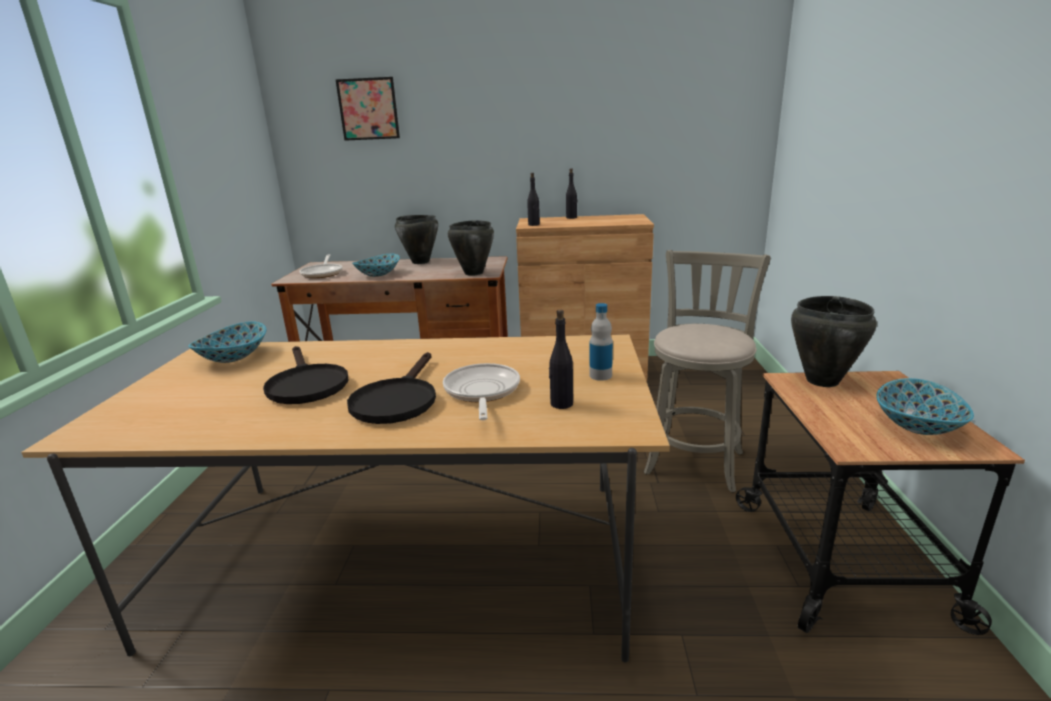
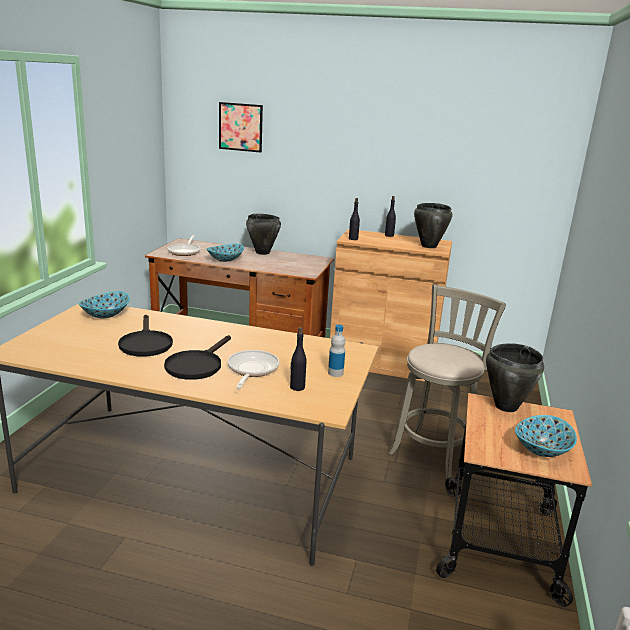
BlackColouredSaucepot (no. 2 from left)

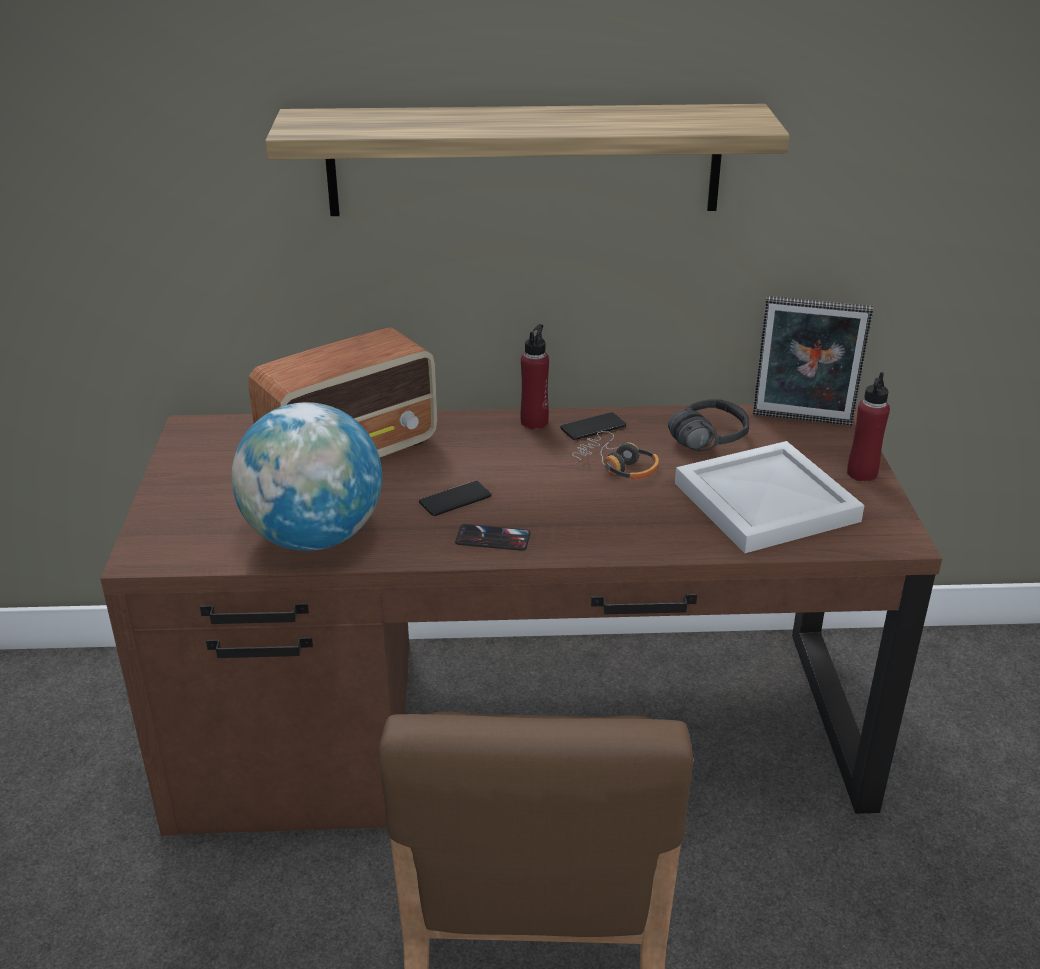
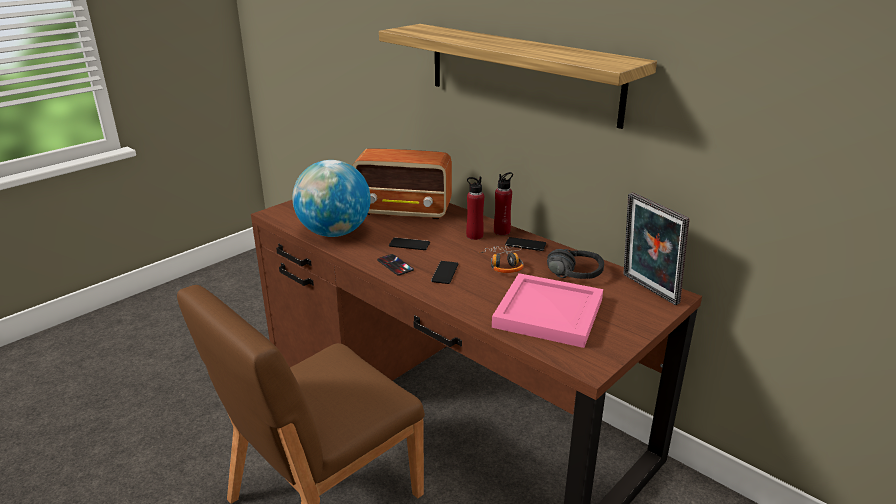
Telephone (no. 3 from left)
ReddishDrinkBottle (no. 1 from left)
PinkishTray

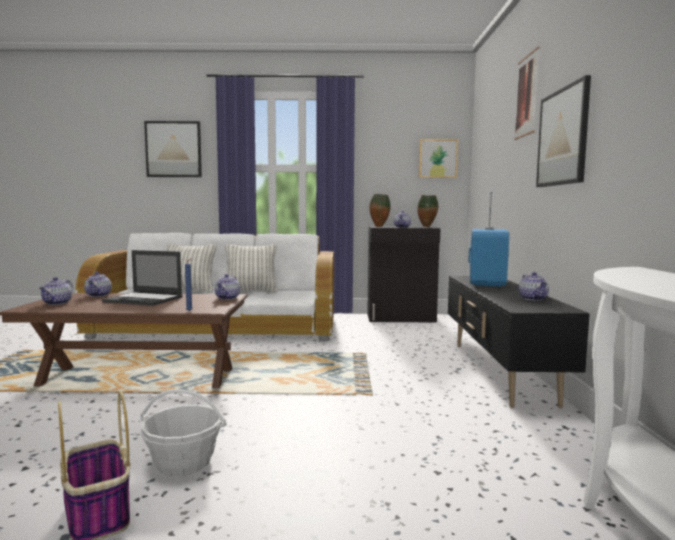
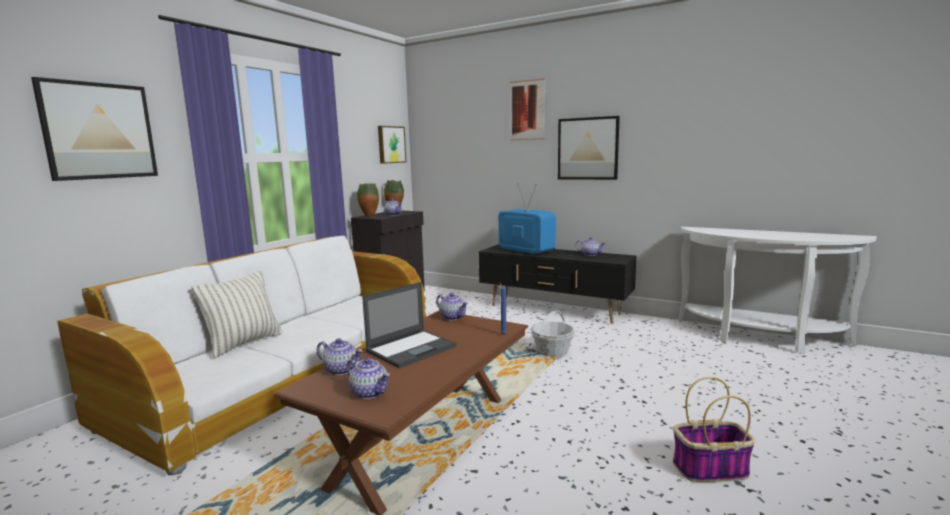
Cushion (no. 2 from left in the first image)
HouseholdBasket (no. 1 from left)

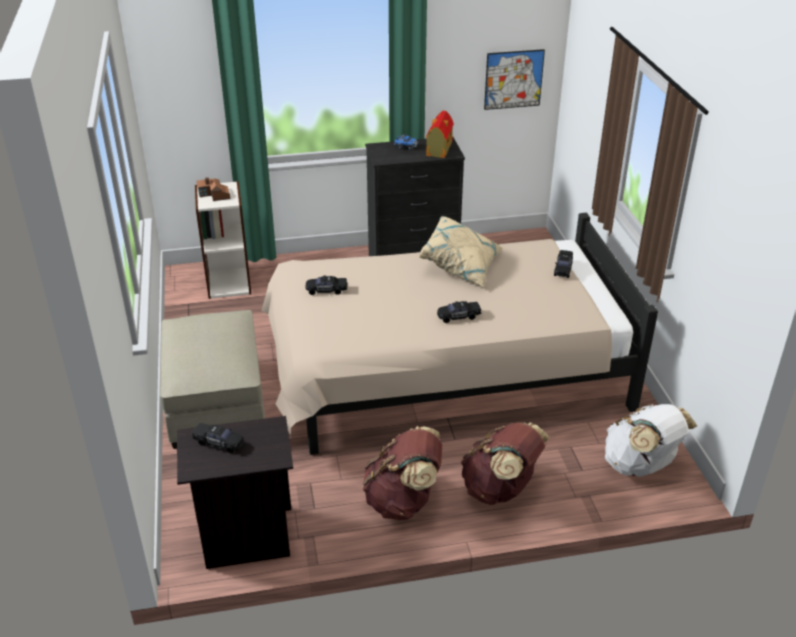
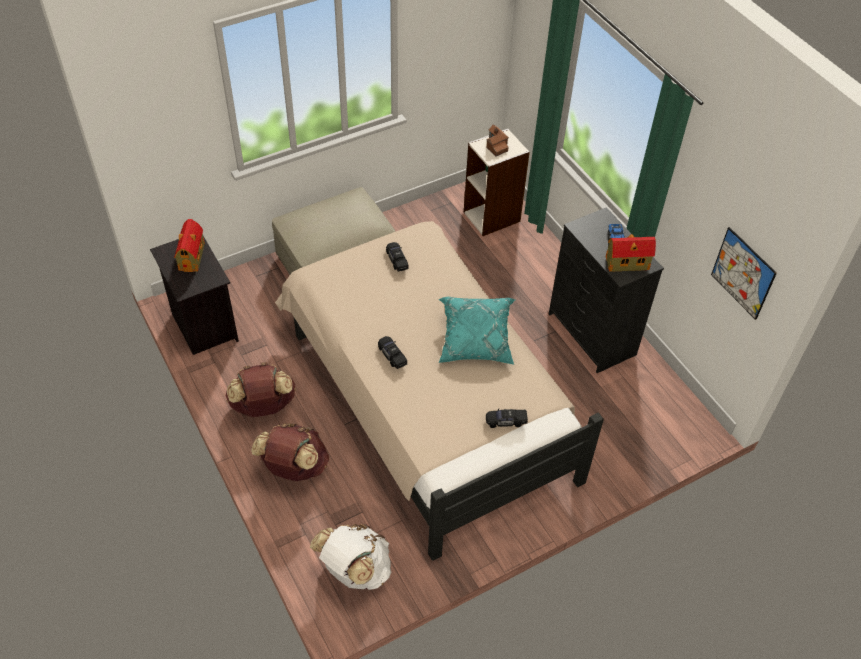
MiniatureHouse (no. 1 from left)
TurquoiseColouredCushion

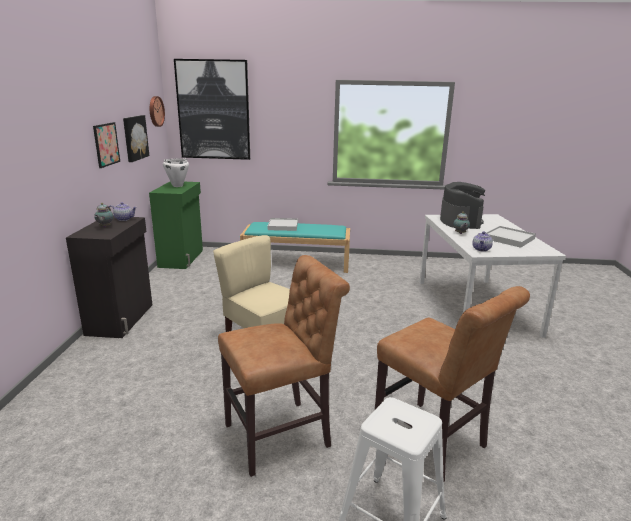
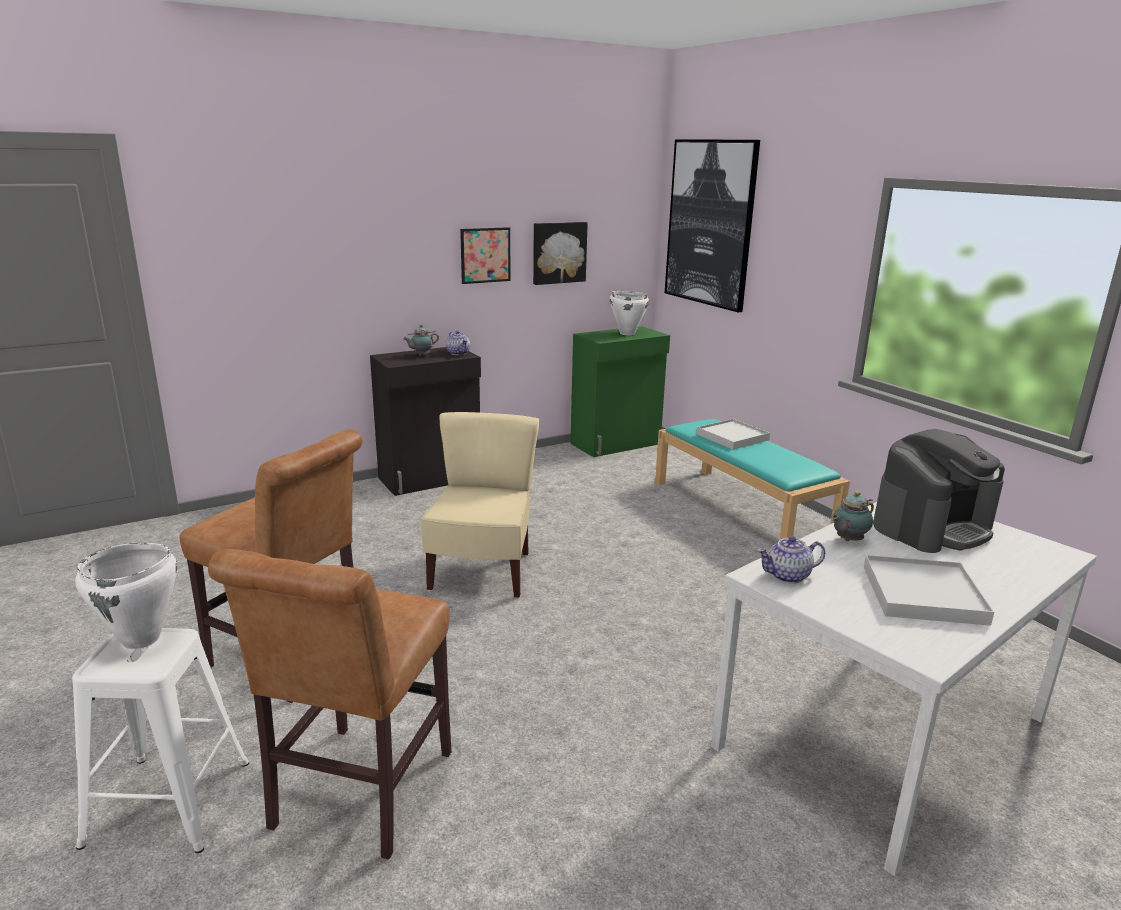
HangingClock
WhiteSaucepot (no. 1 from left)

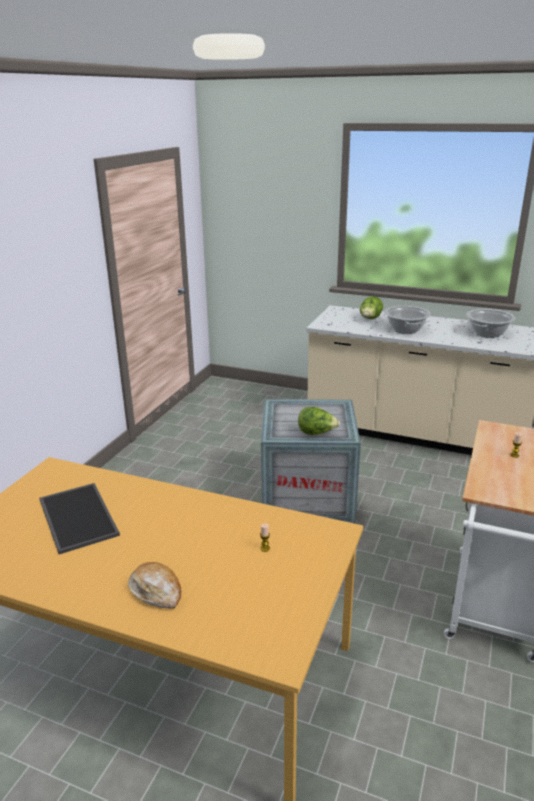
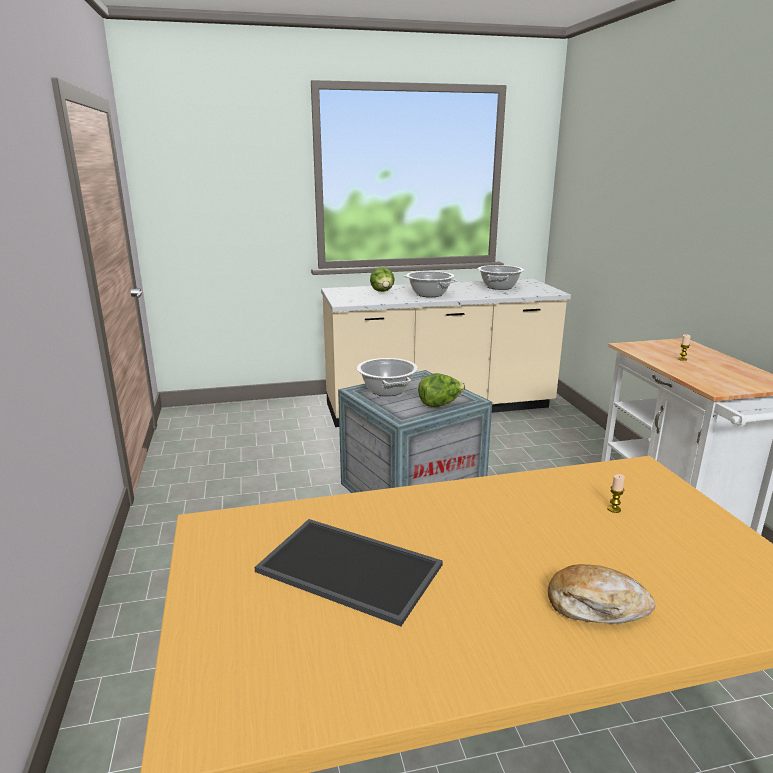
Saucepot (no. 1 from left)

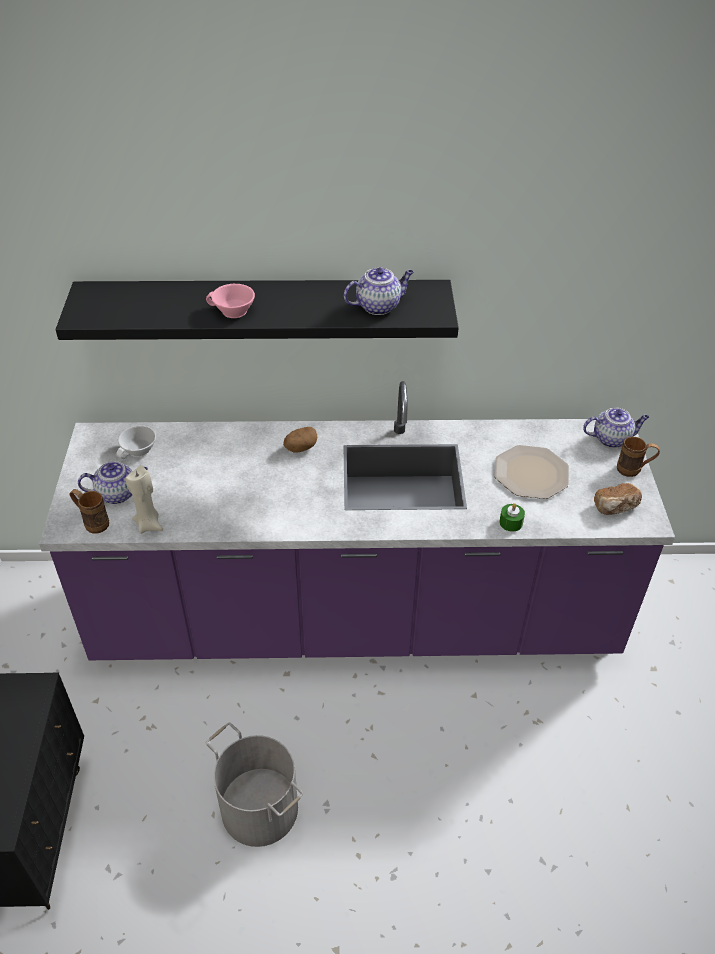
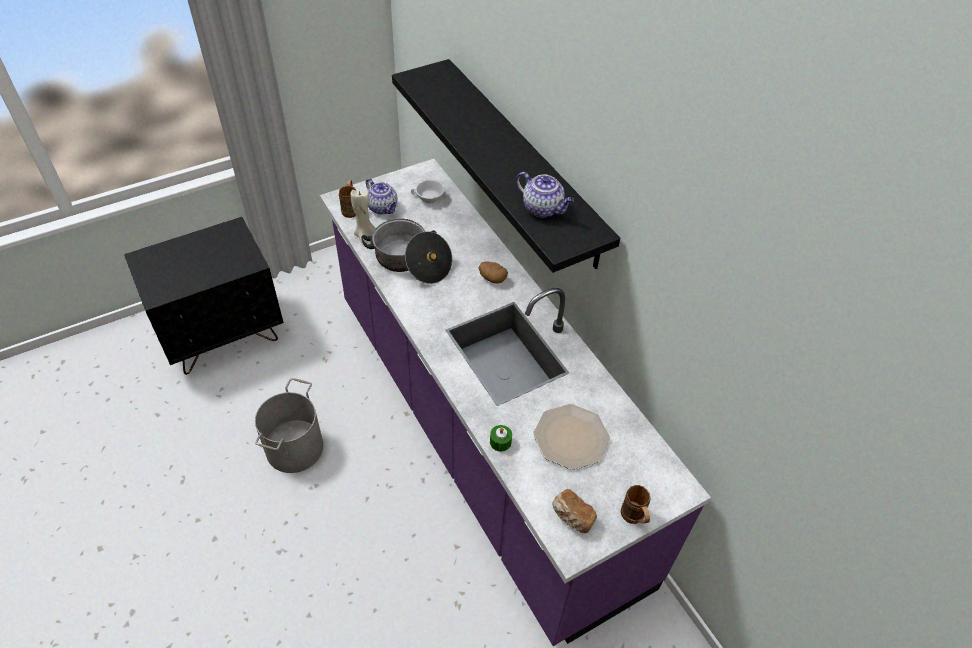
PinkishDrinkingCup
Teapot (no. 3 from left in the first image)
Saucepot

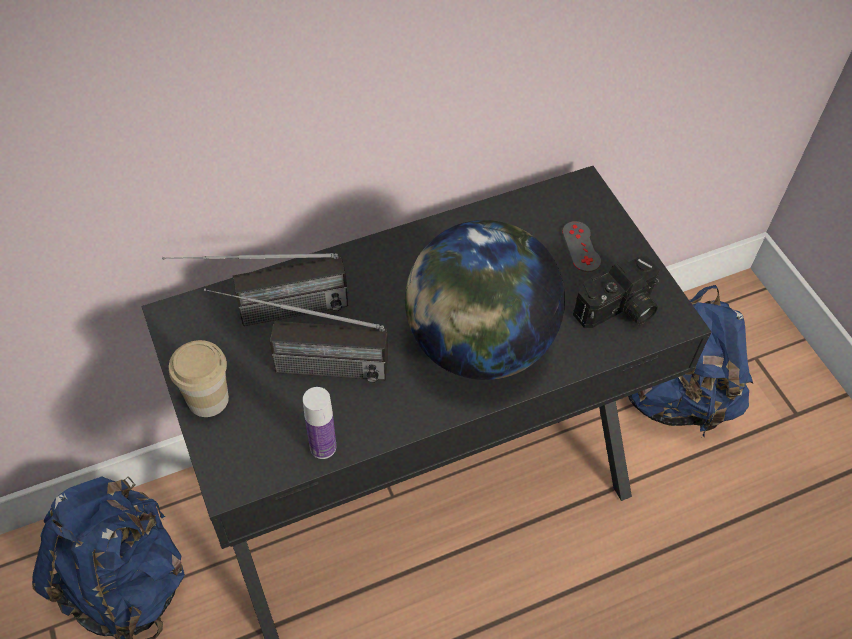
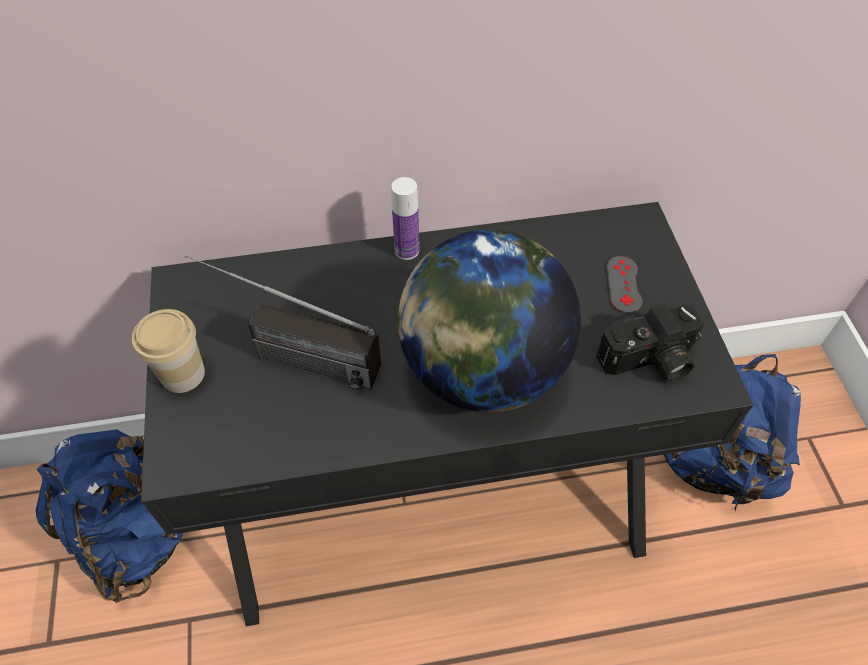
RadioSet (no. 1 from left in the first image)
DrinkBottle

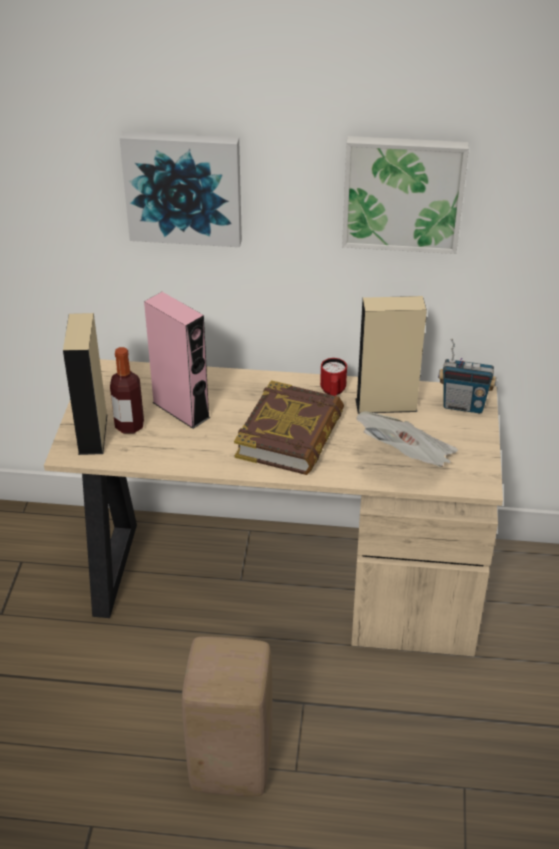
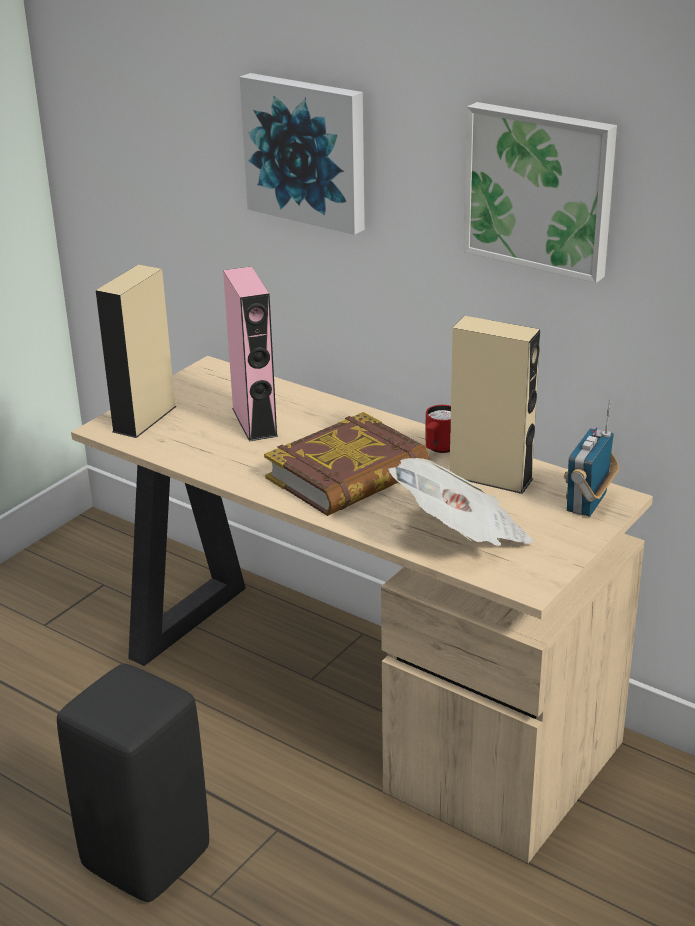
DrinkBottle
BlackColouredSittingStool
RadioSet

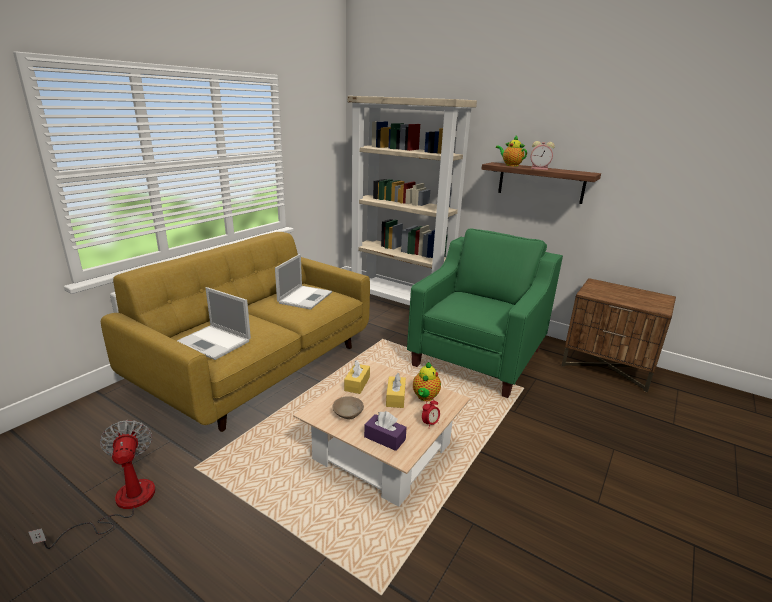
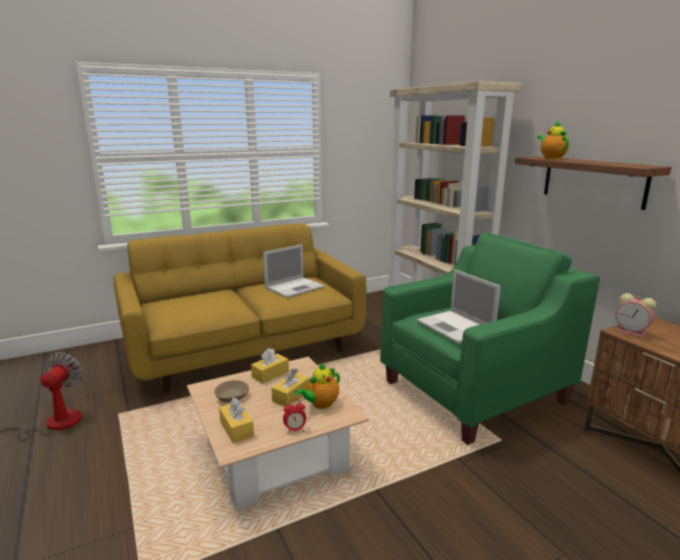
PortableComputer (no. 2 from left)
BedsideClock (no. 2 from left)
YellowishBoxOfTissues (no. 1 from left)

